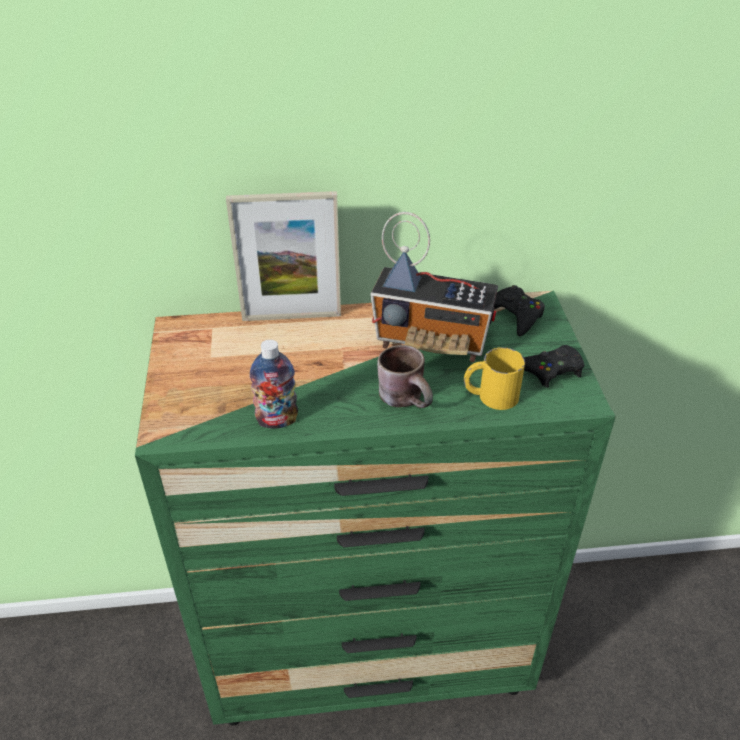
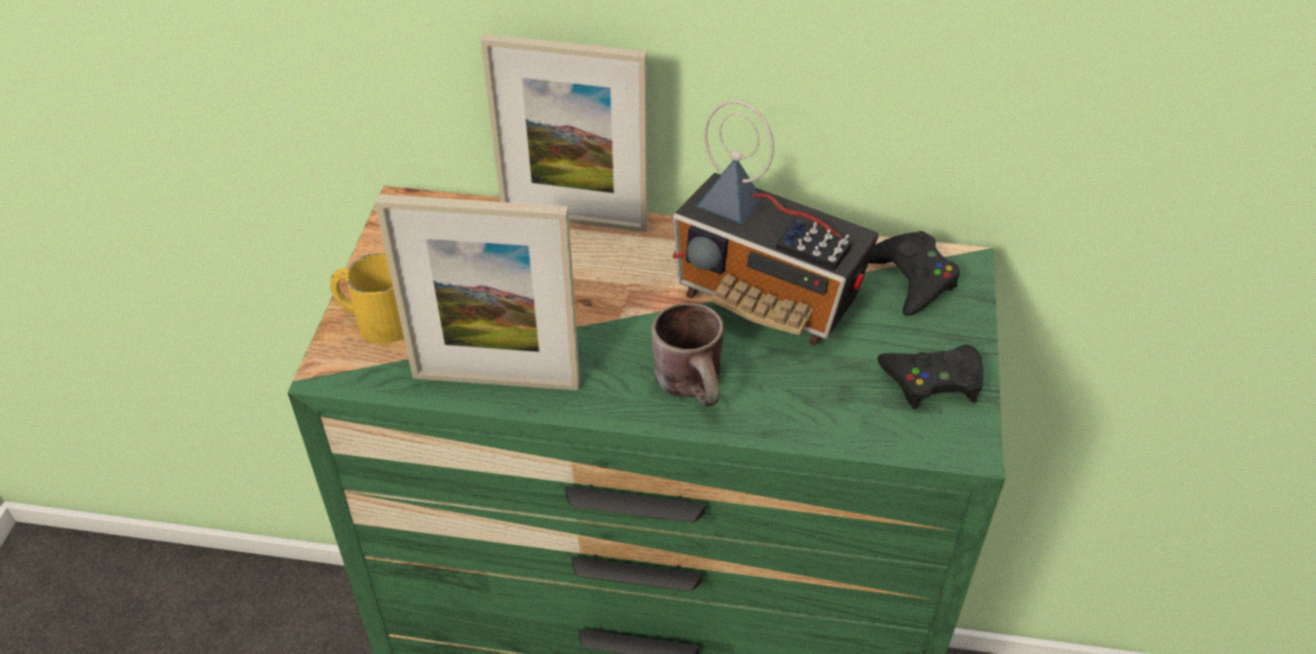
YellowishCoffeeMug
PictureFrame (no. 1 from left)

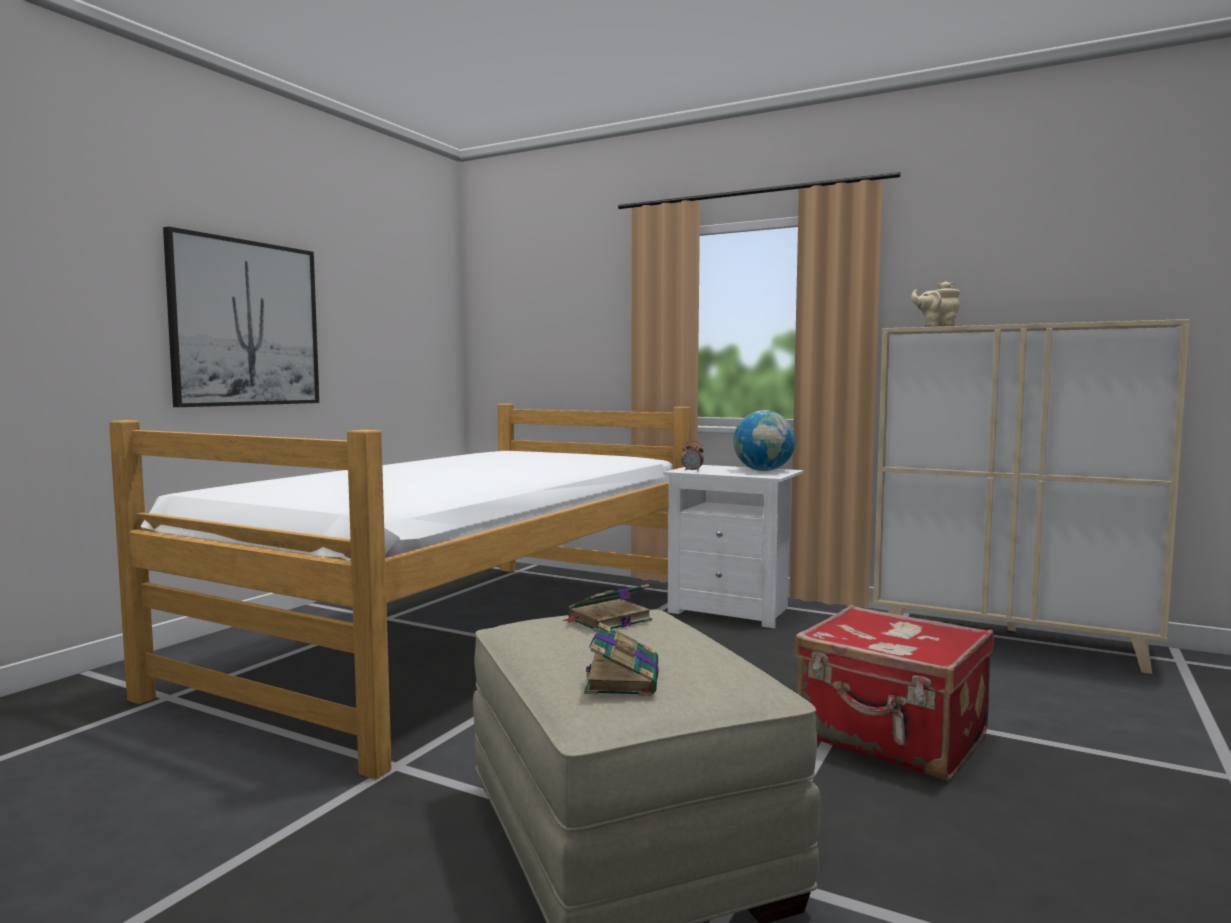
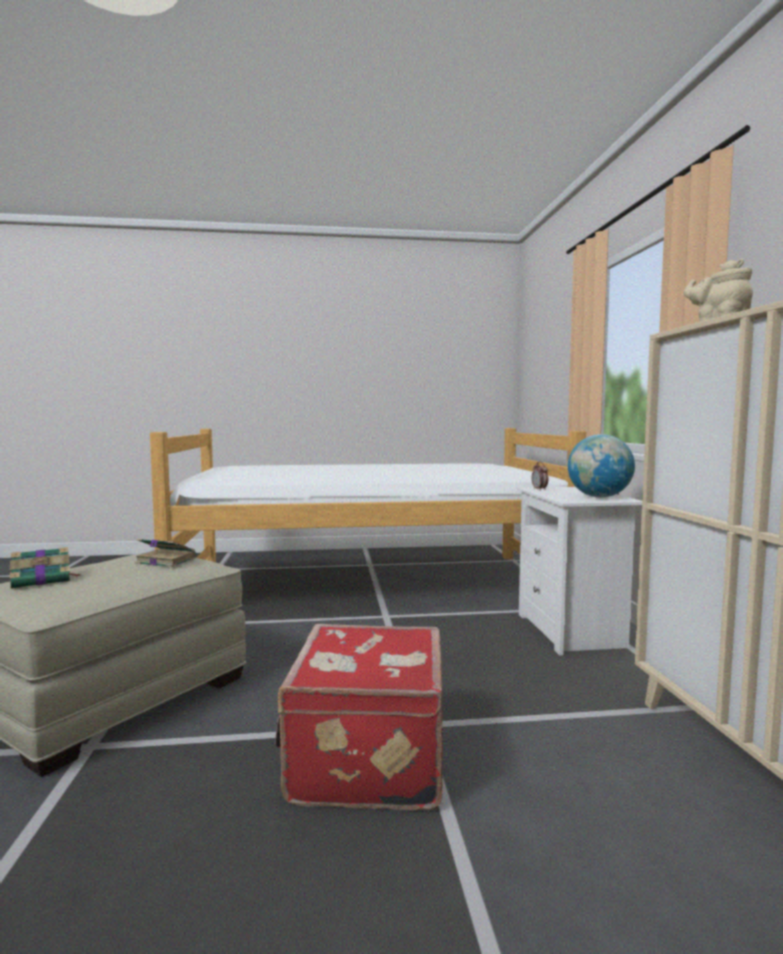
WallPicture

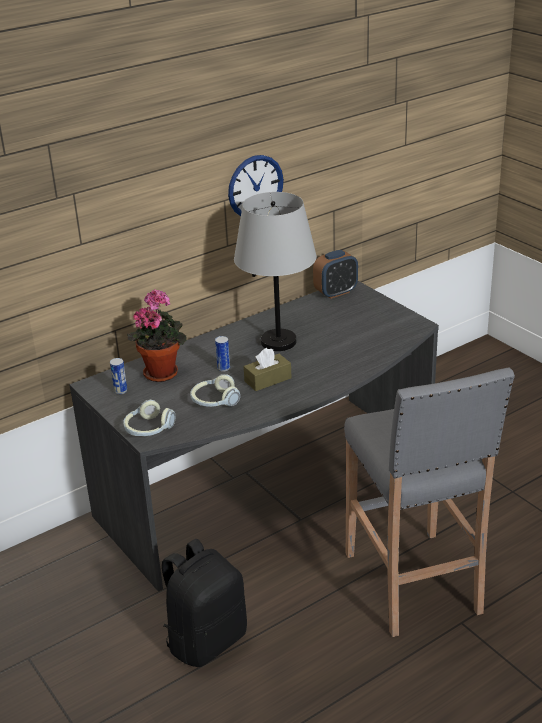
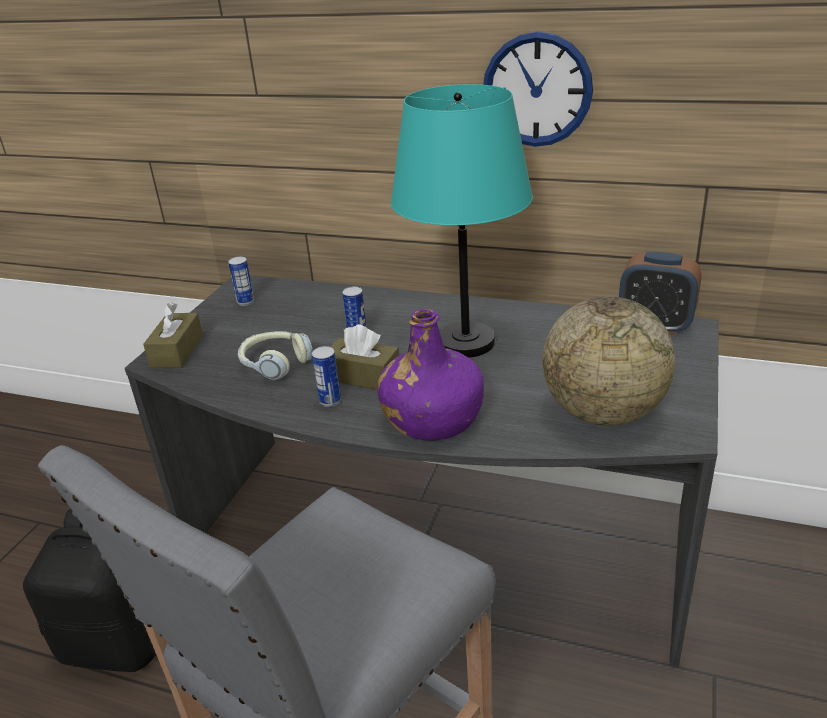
Houseplant
SealedCan (no. 2 from left)
PurpleColouredDrinkBottle
Globe
BrownishBoxOfTissues (no. 1 from left)
TurquoiseColouredLampForATable

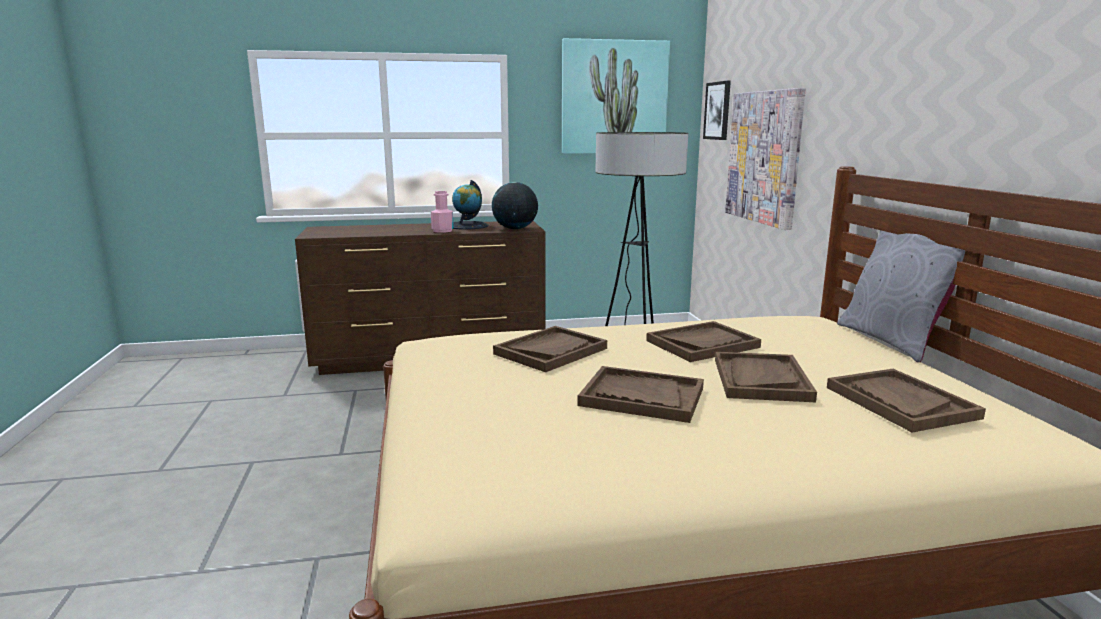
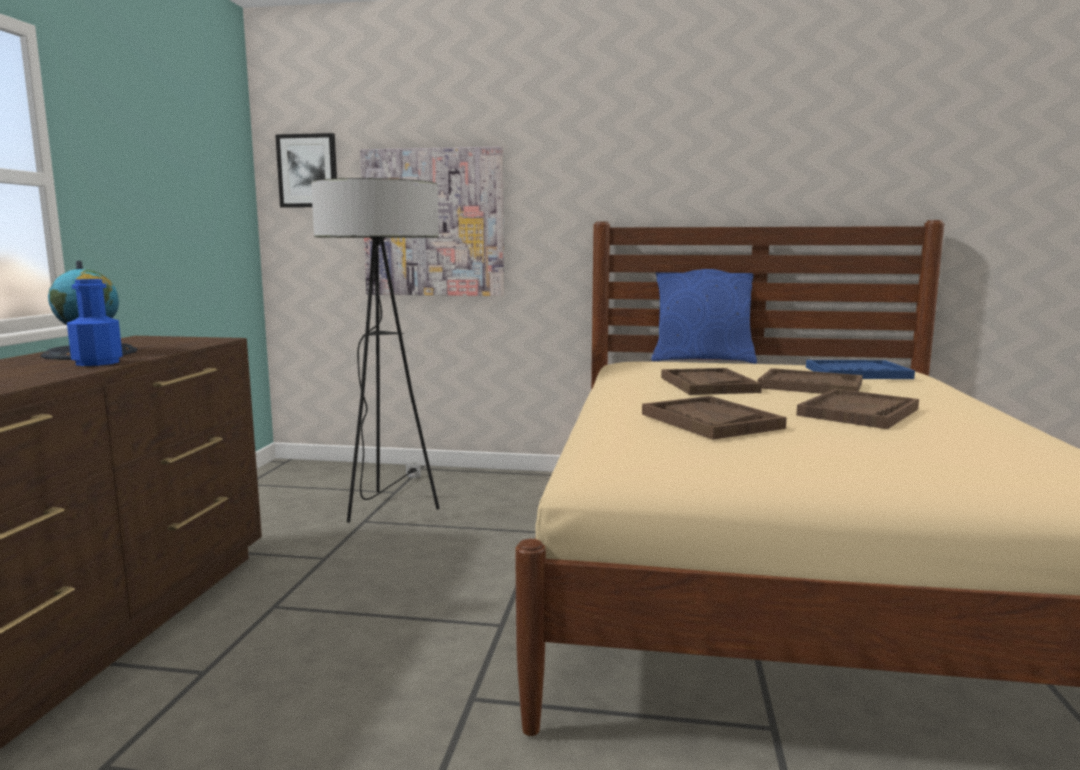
Globe (no. 2 from left in the first image)
WallPicture (no. 1 from left in the first image)
BlueColouredDrinkBottle
BlueColouredTray
BlueColouredCushion

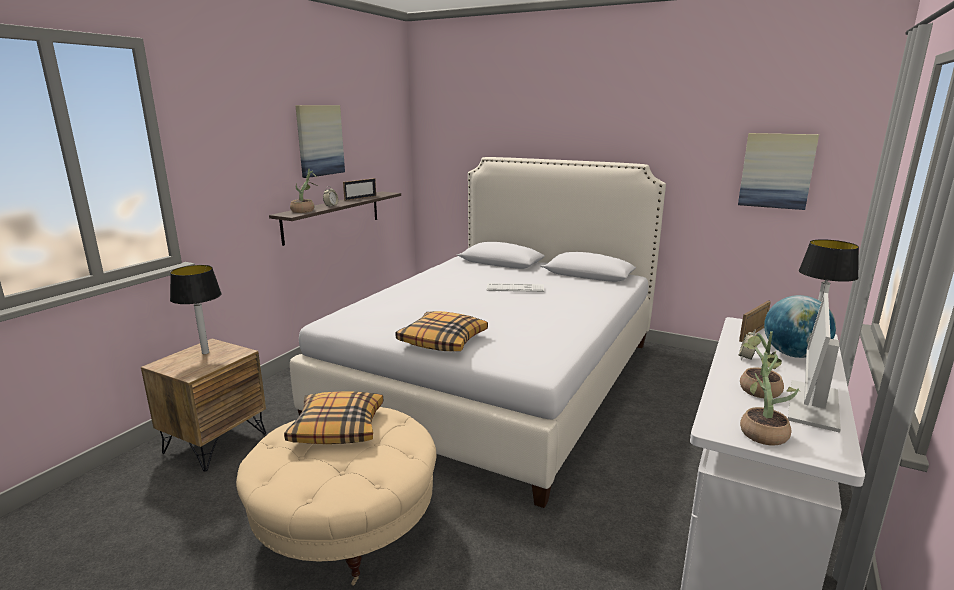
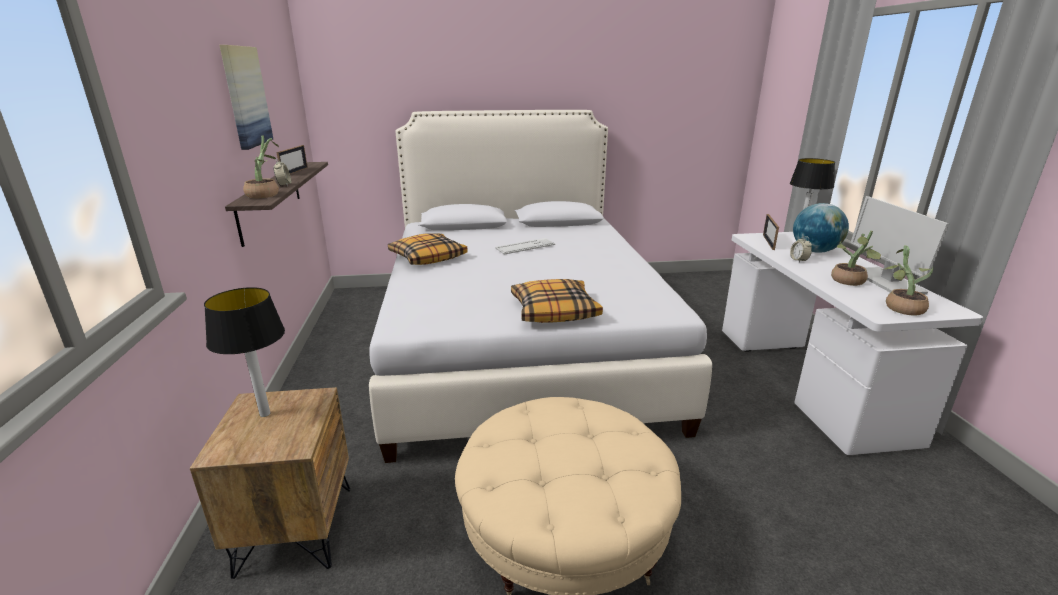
WallPicture (no. 2 from left in the first image)
Cushion (no. 1 from left)

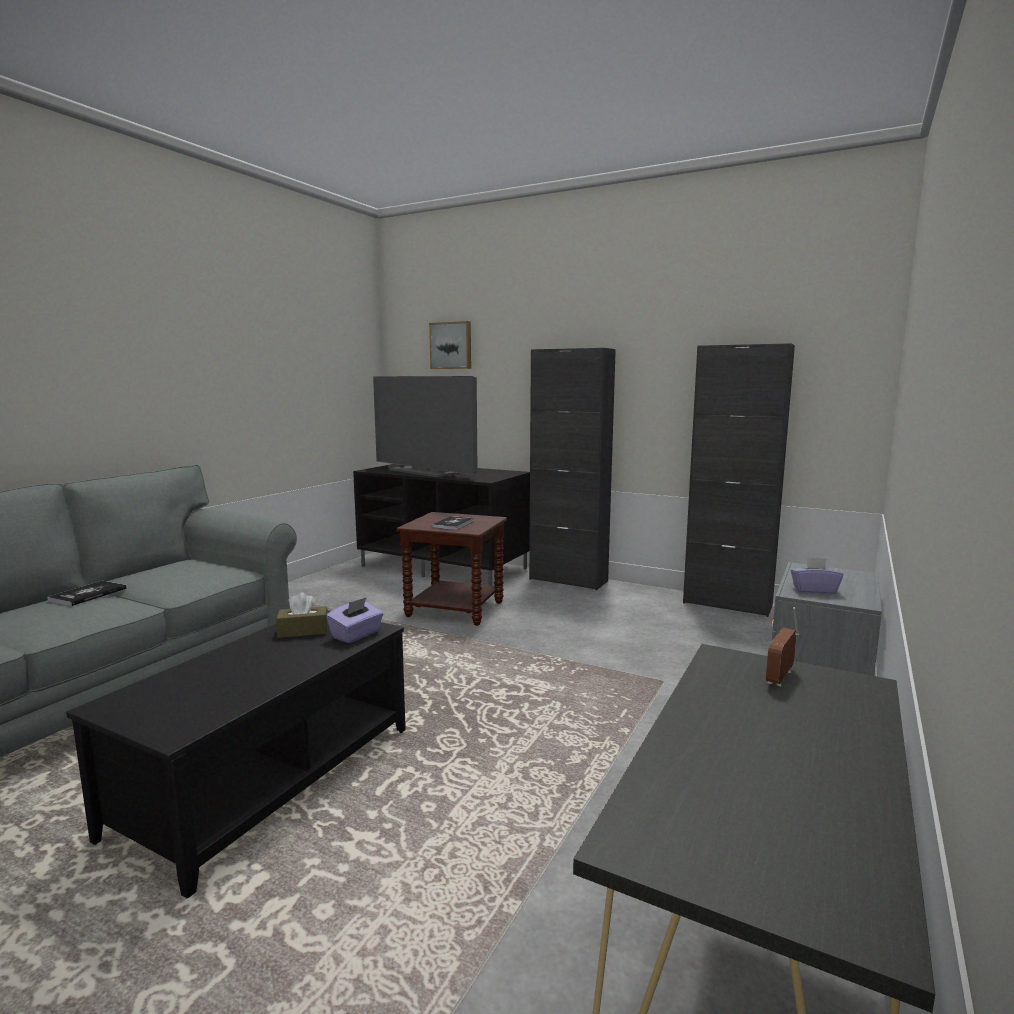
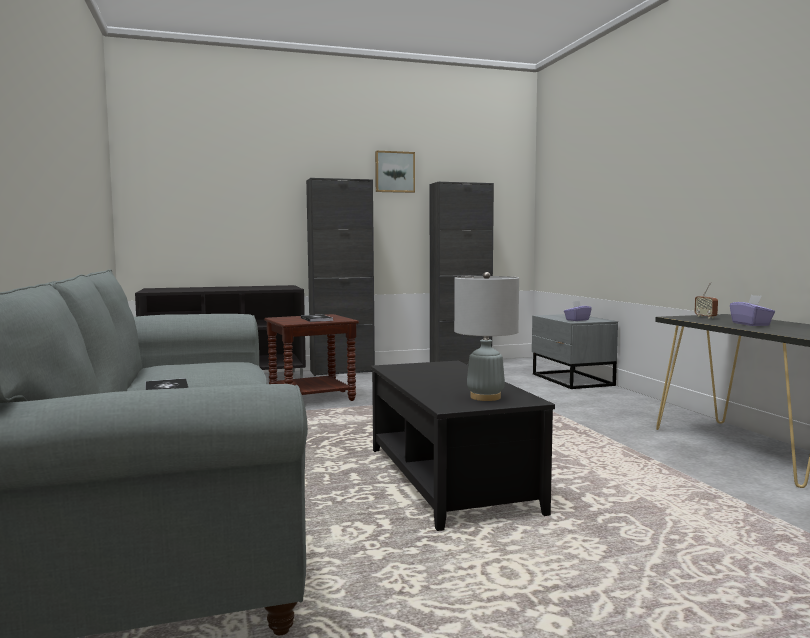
BrownishBoxOfTissues
Tv
GrayLampForATable
PurpleColouredBoxOfTissues (no. 2 from left)
WallPicture

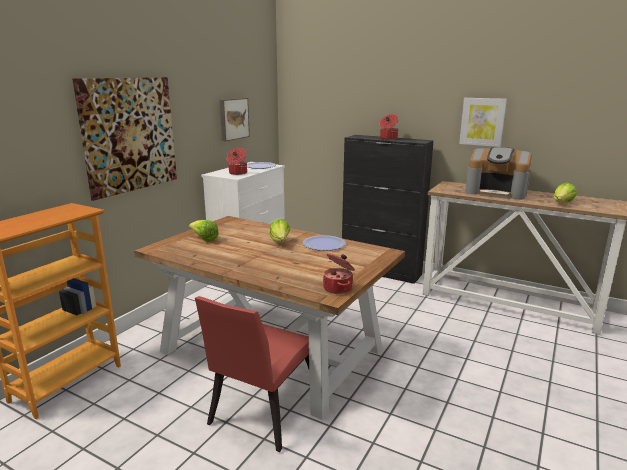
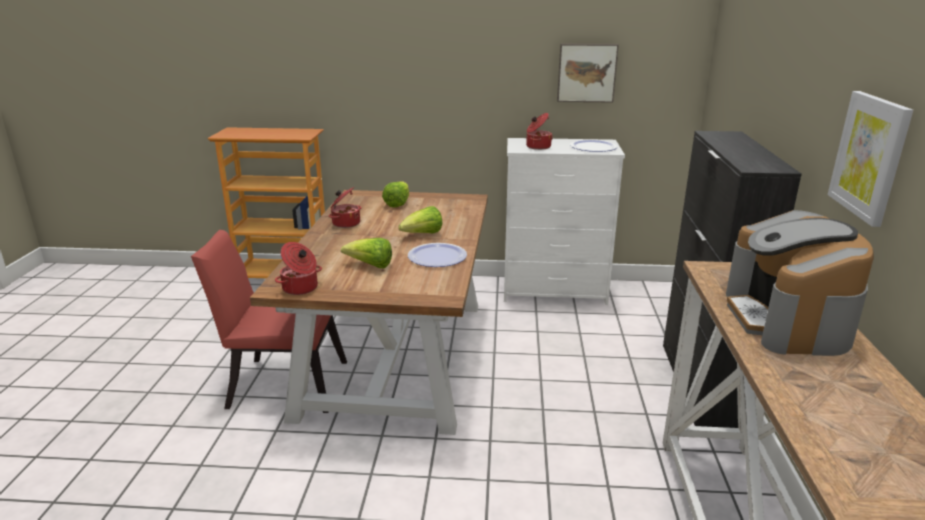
WallPicture (no. 1 from left in the first image)
Saucepot (no. 2 from left)
Lettuce (no. 1 from left)

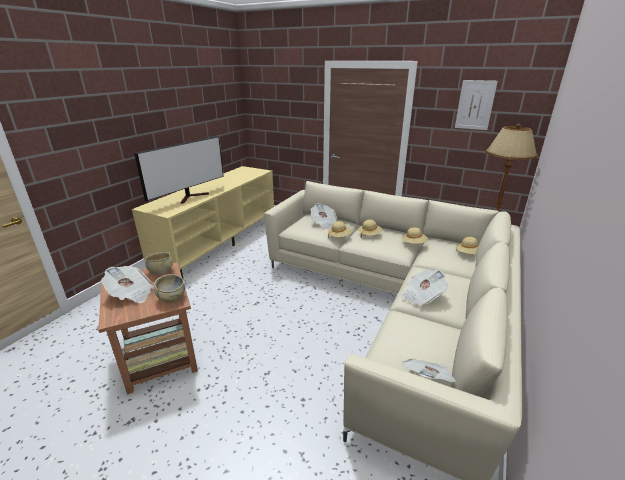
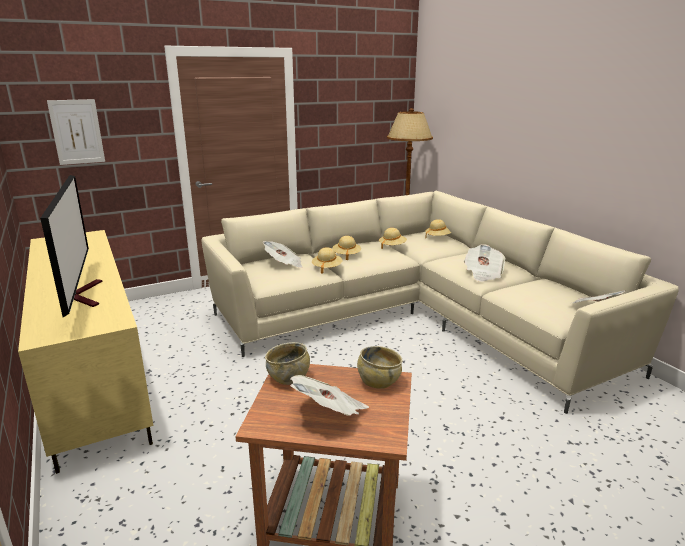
WallPicture

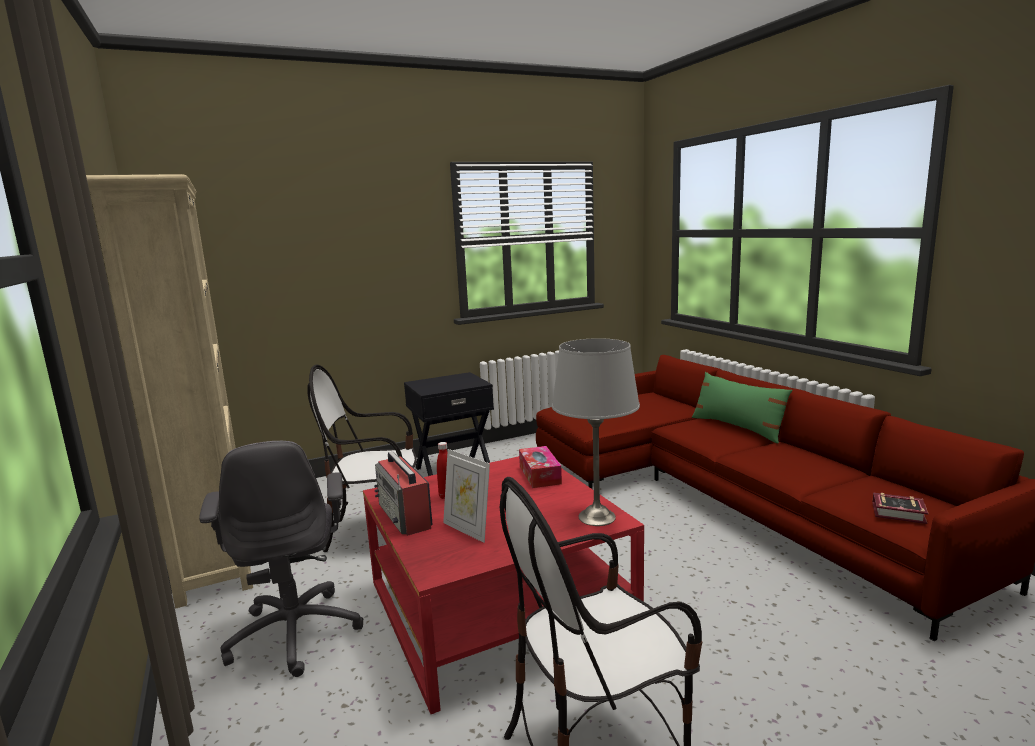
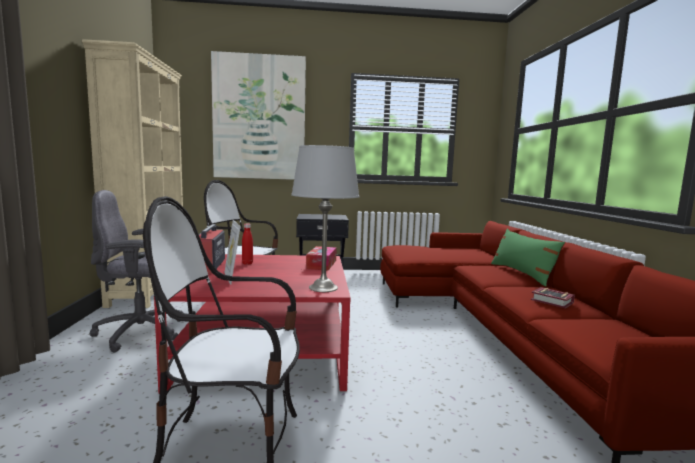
WallPicture
Book
GrayDeskChair

